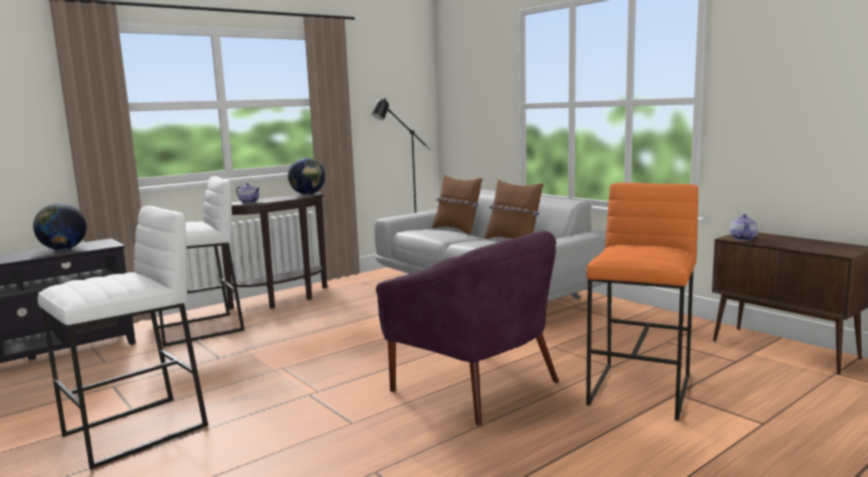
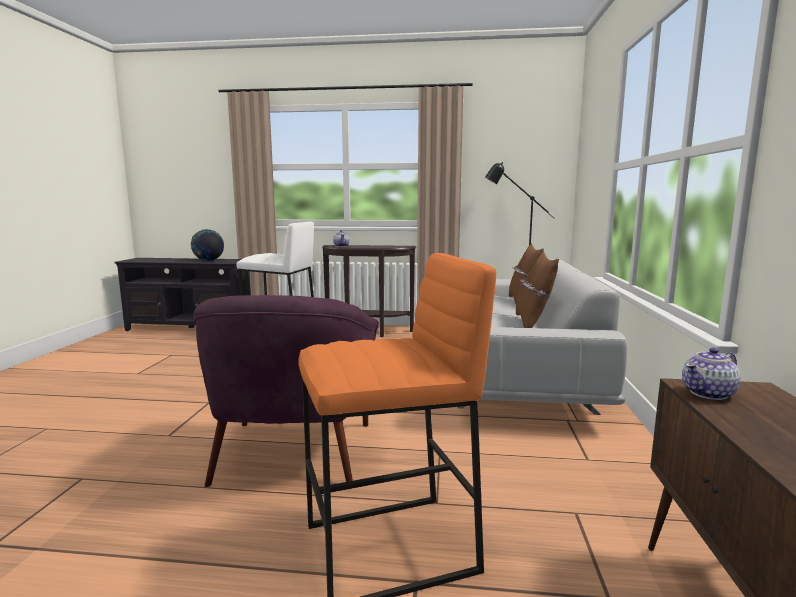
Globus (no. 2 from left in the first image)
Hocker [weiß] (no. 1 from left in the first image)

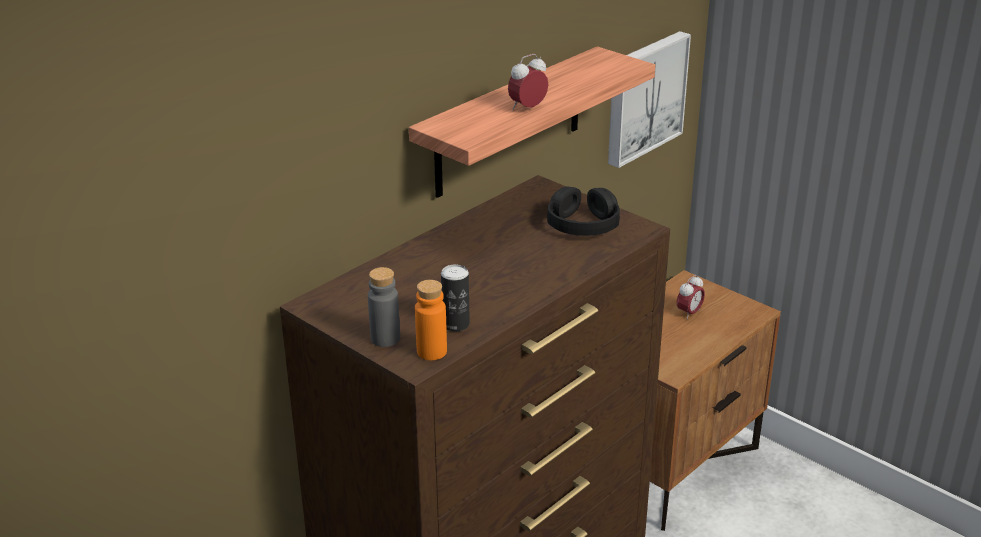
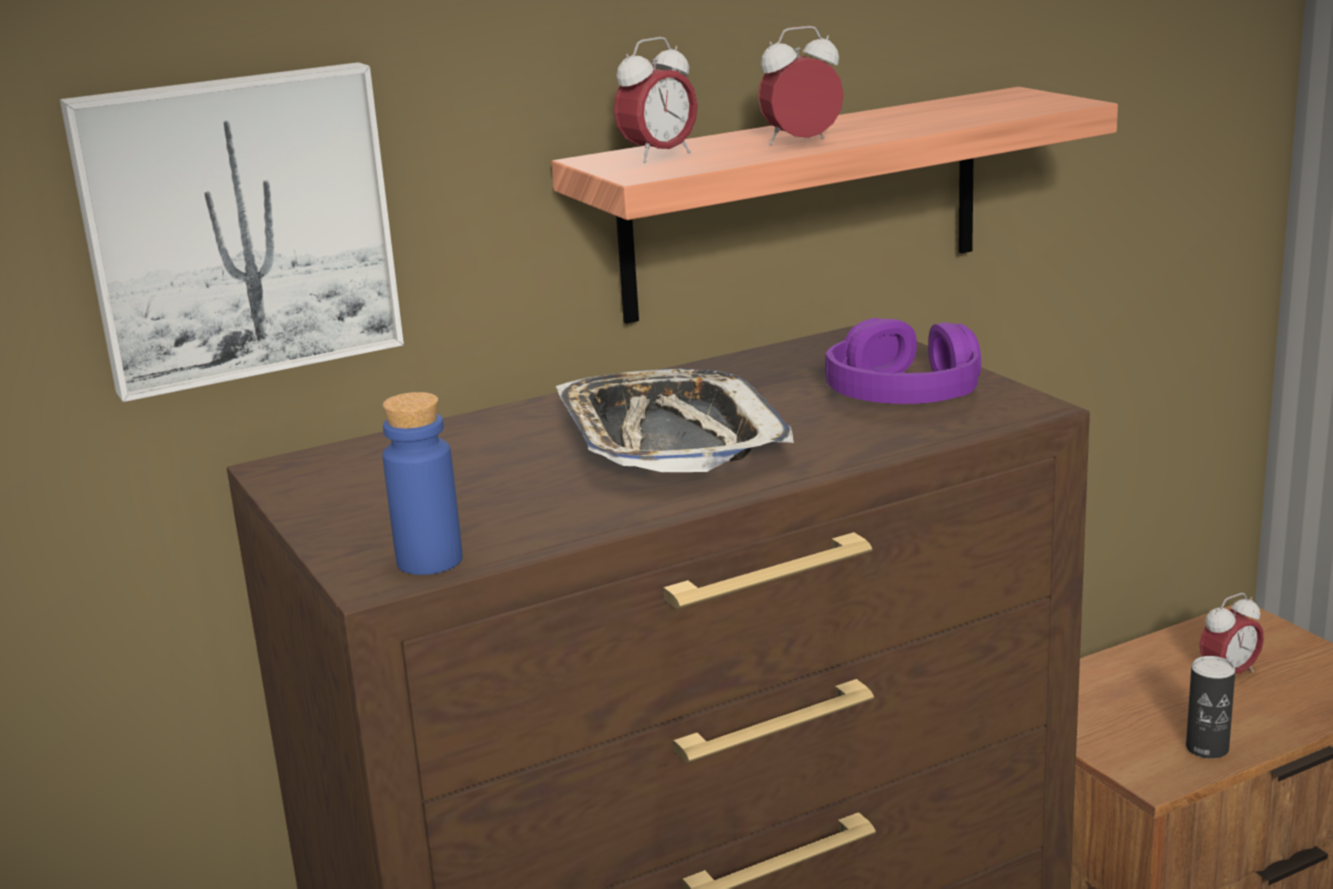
Bild
Kopfhörer [lila]
Dose
Flasche [grau]
Flasche [blau]
Wecker (no. 1 from left)
Tablett

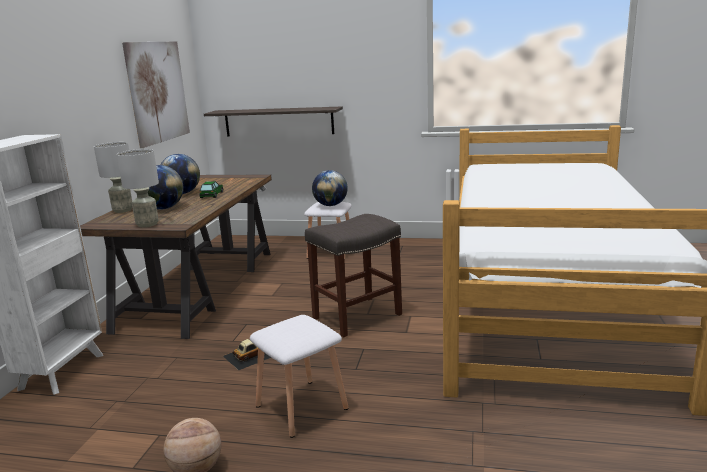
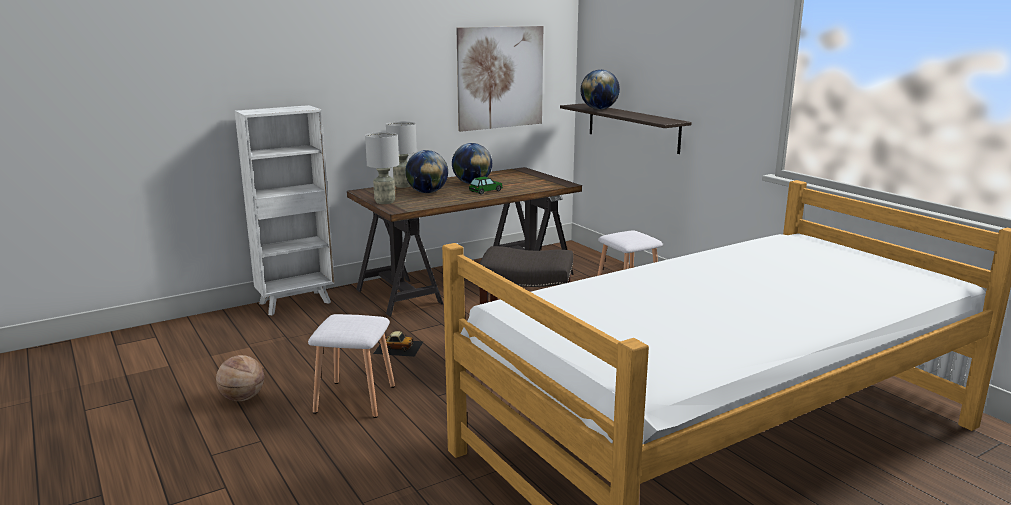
Globus (no. 3 from left)

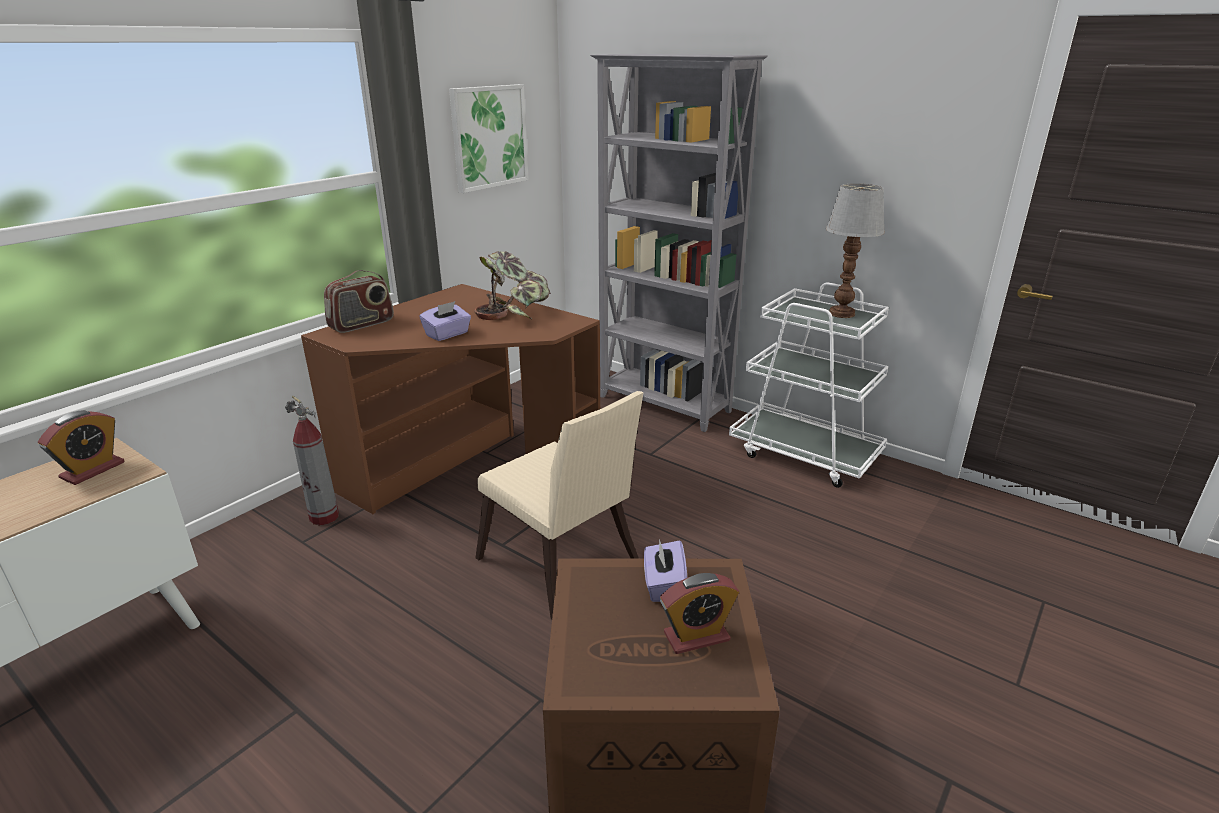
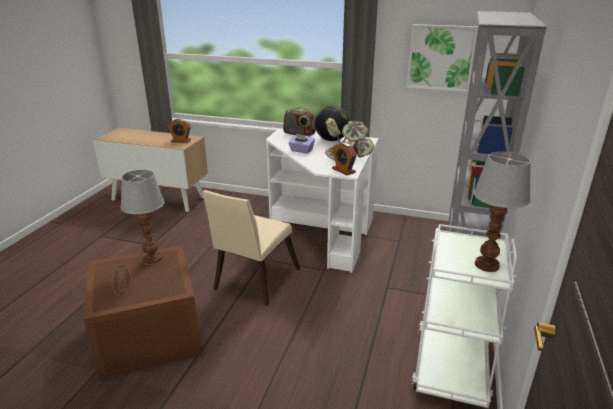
Schreibtisch [weiß]
Feuerlöscher
Taschentuchbox [lila] (no. 2 from left in the first image)
Wecker (no. 2 from left)
Globus
Tischlampe (no. 1 from left)

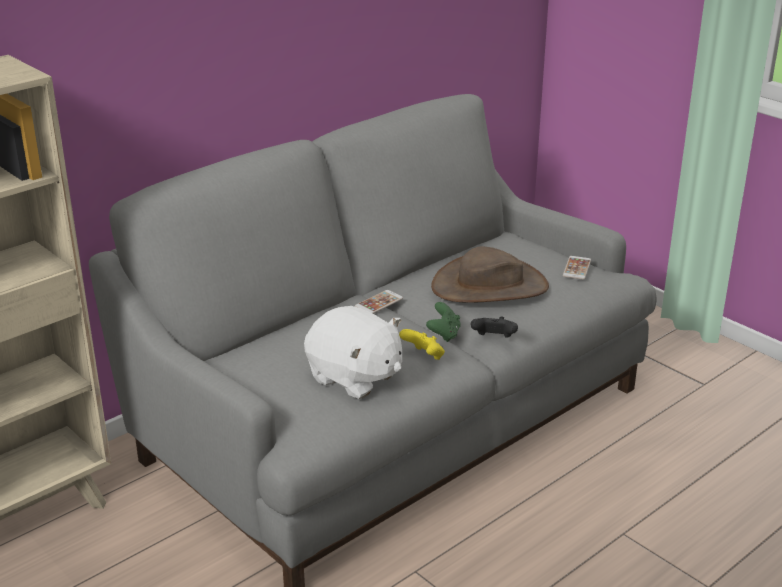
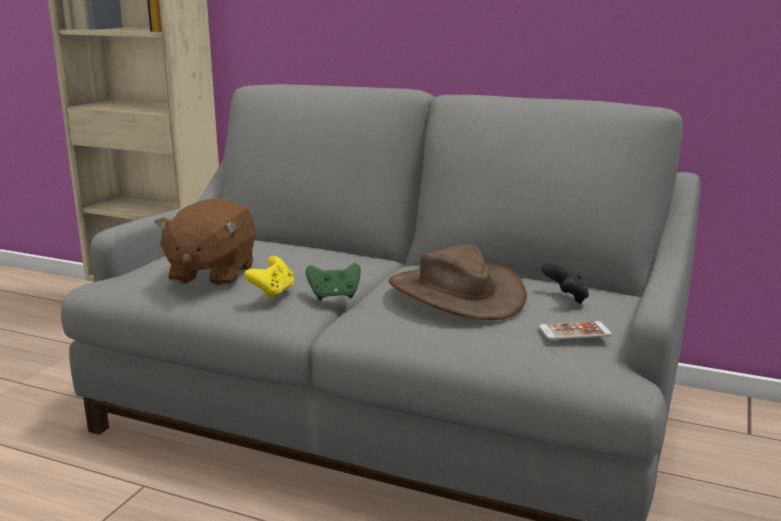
Handy (no. 1 from left in the first image)
Plüschtier [braun]
Gamepad [schwarz]

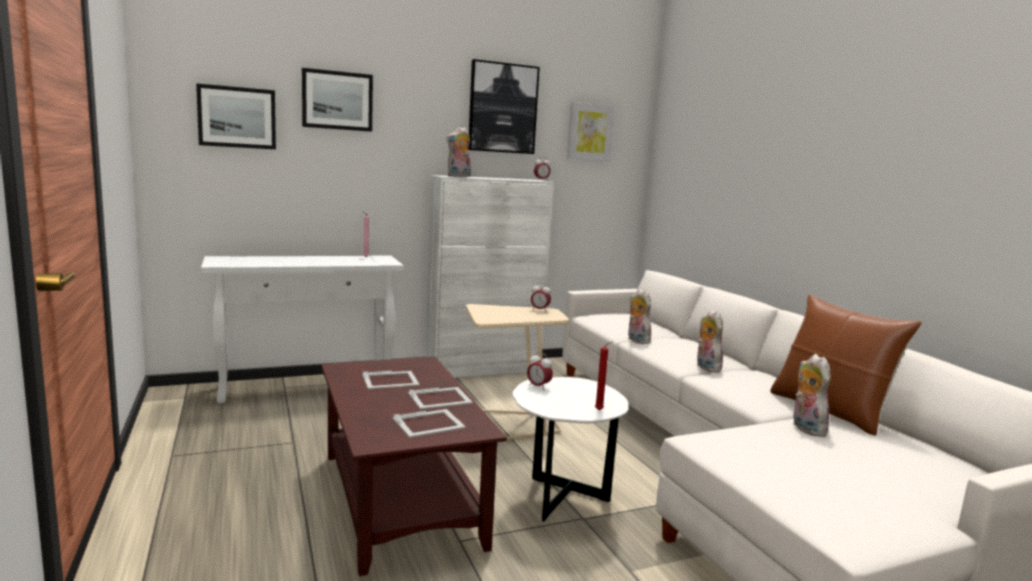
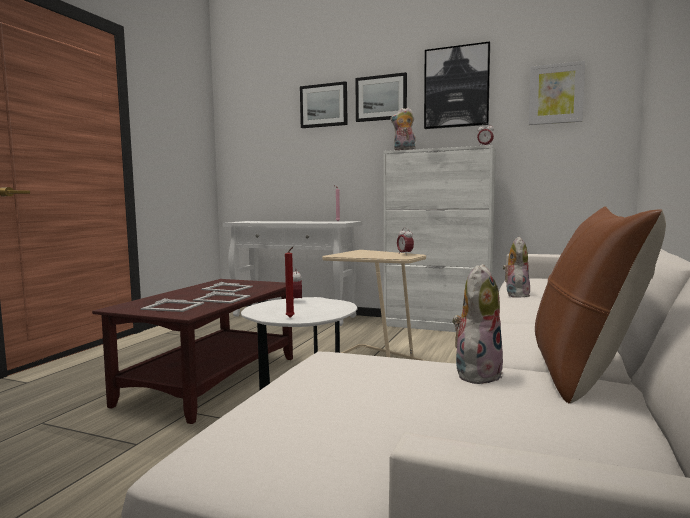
Bild (no. 2 from left)
Plüschtier (no. 3 from left in the first image)

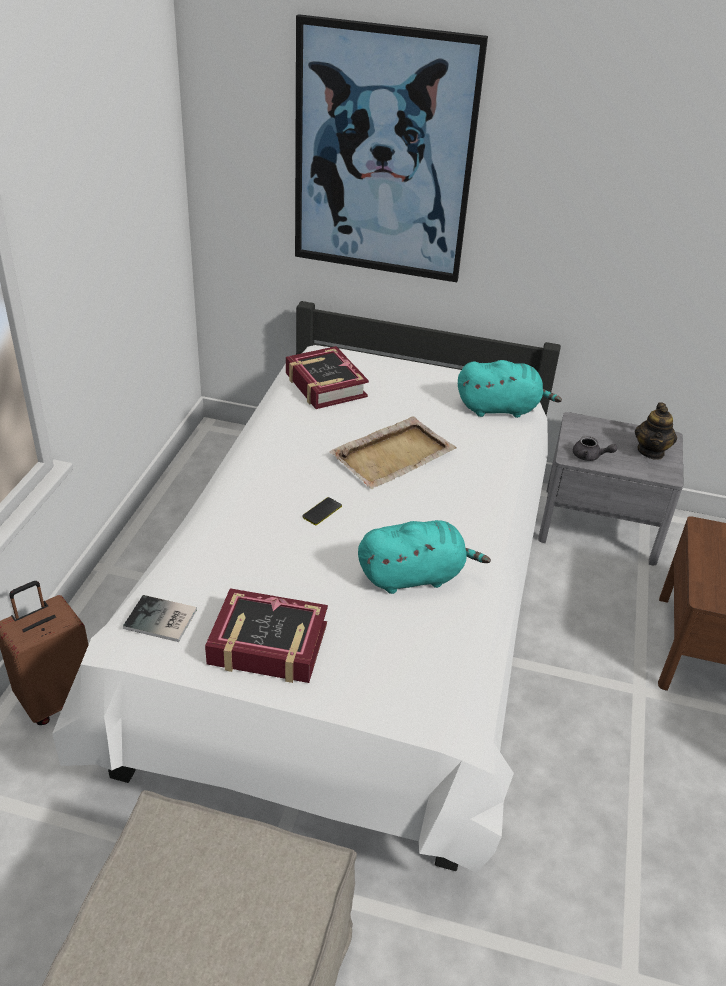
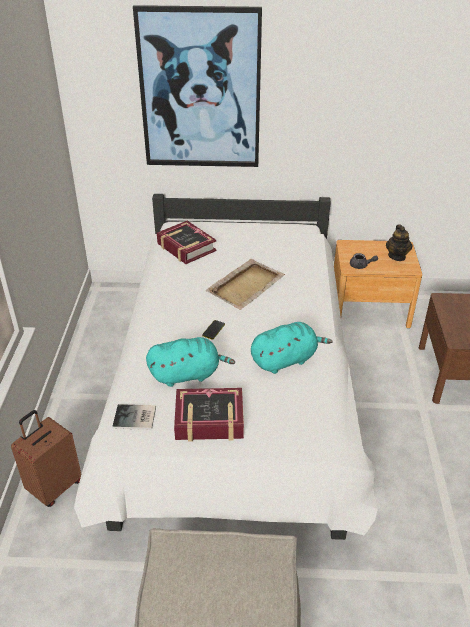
Plüschtier [türkis] (no. 1 from left)
Nachttisch [braun] (no. 1 from left)

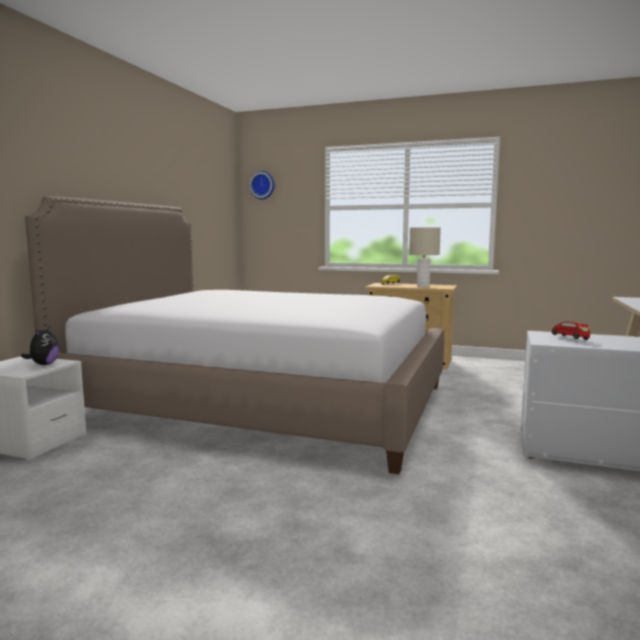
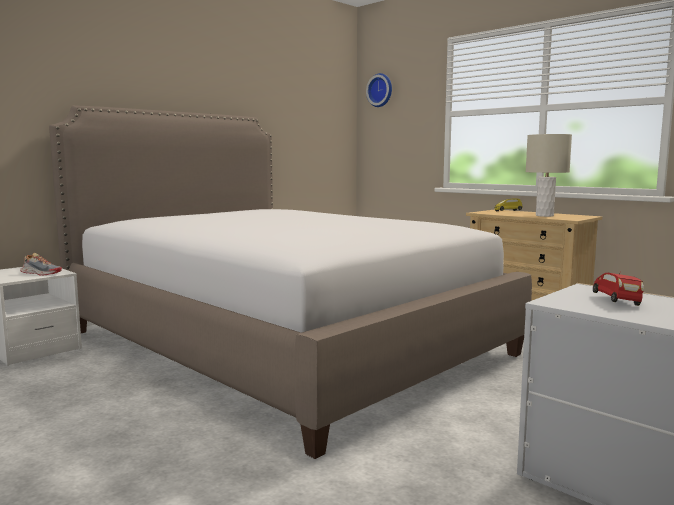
Schuh

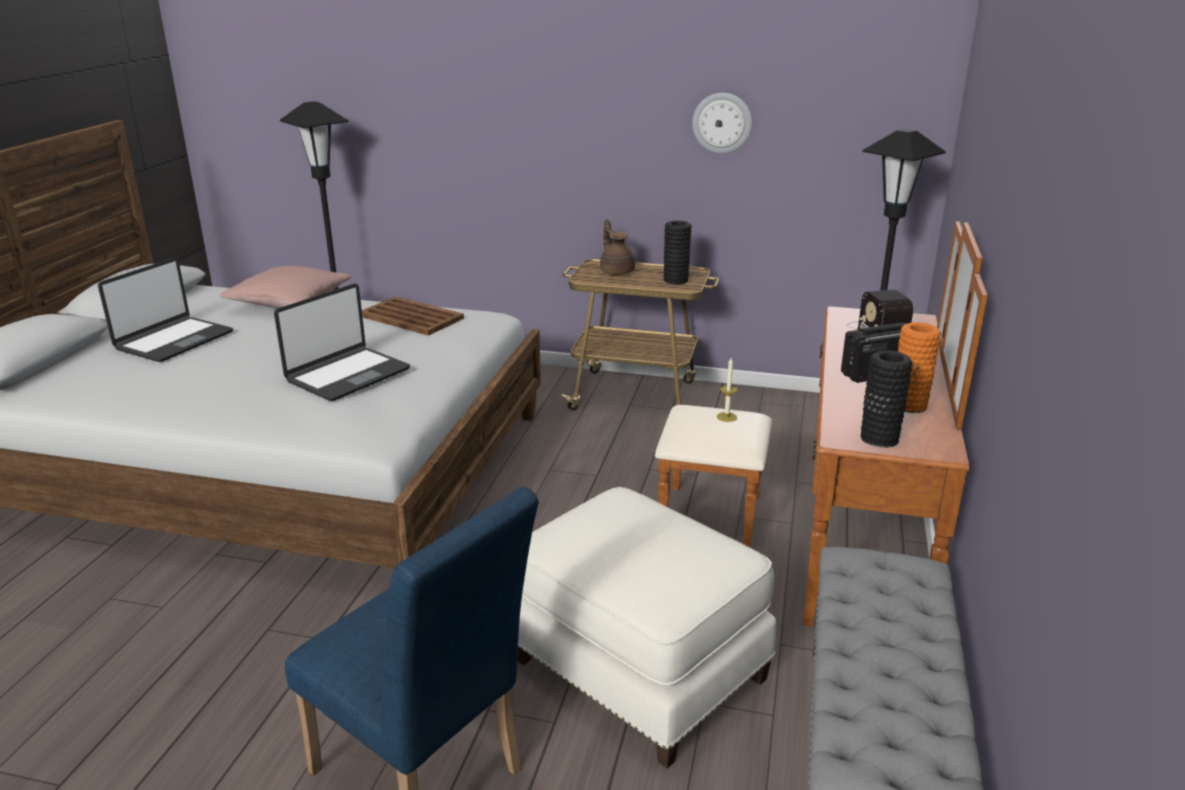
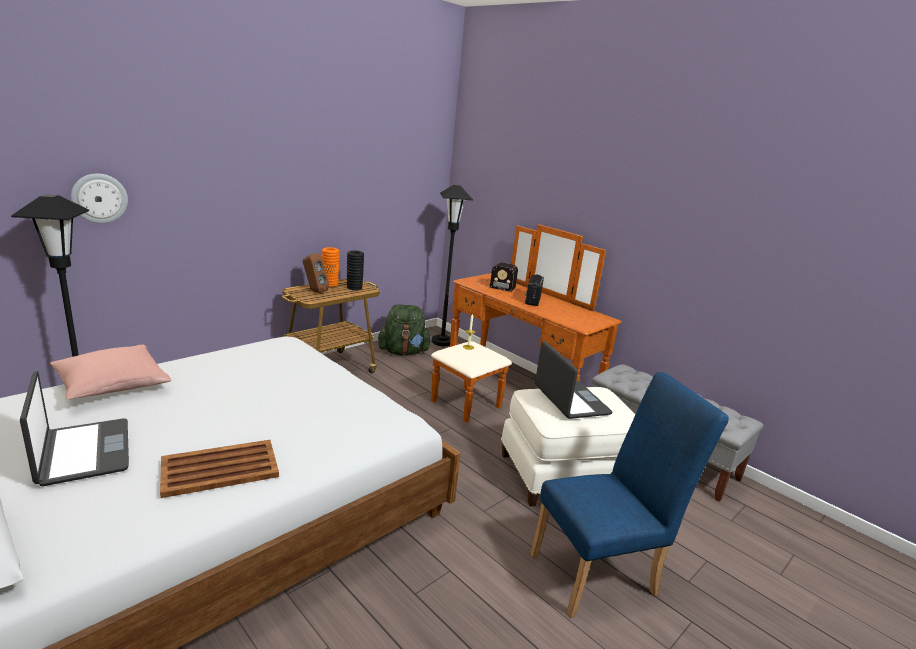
Wanduhr
Lautsprecher [braun]
Laptop (no. 2 from left)
Tablett [braun]
Vase [orange]
Vase [schwarz] (no. 2 from left in the first image)
Rucksack [grün]

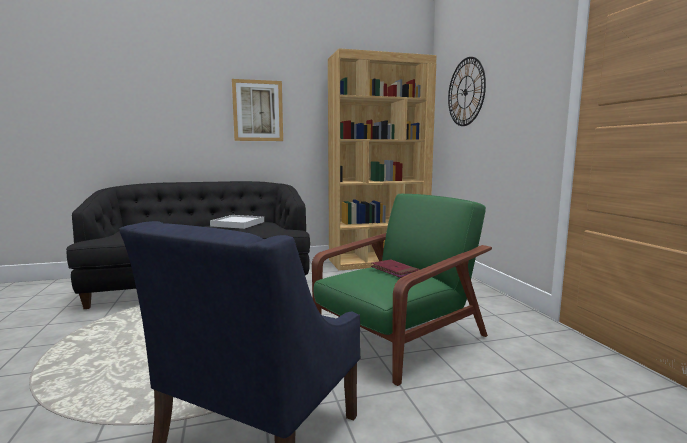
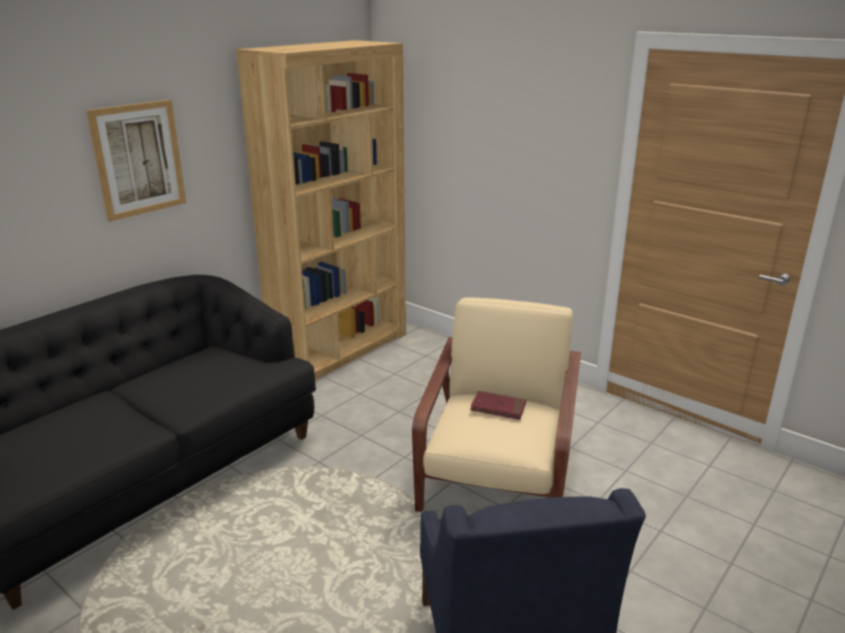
Wanduhr
Sessel [beige]
Tablett [weiß]

